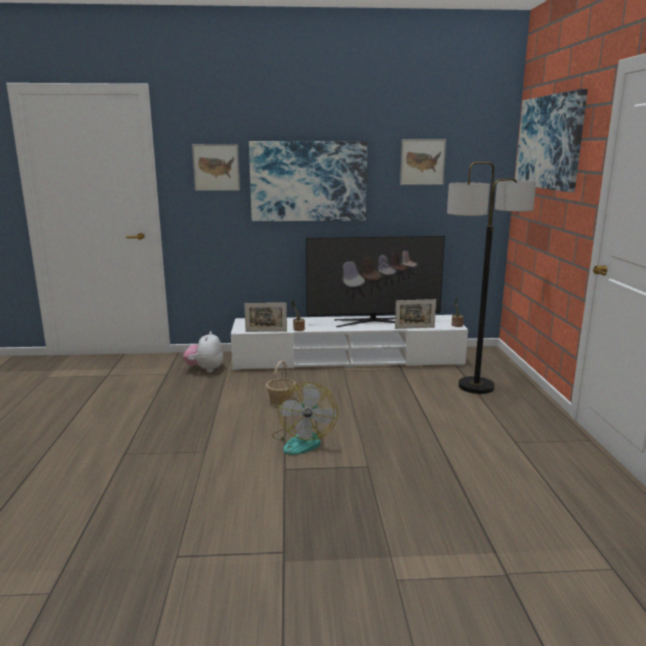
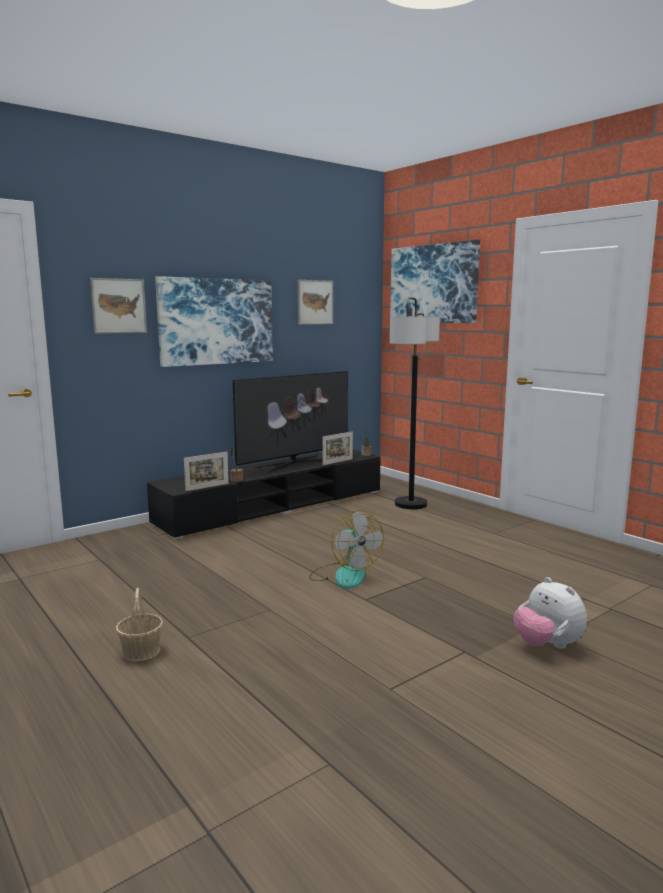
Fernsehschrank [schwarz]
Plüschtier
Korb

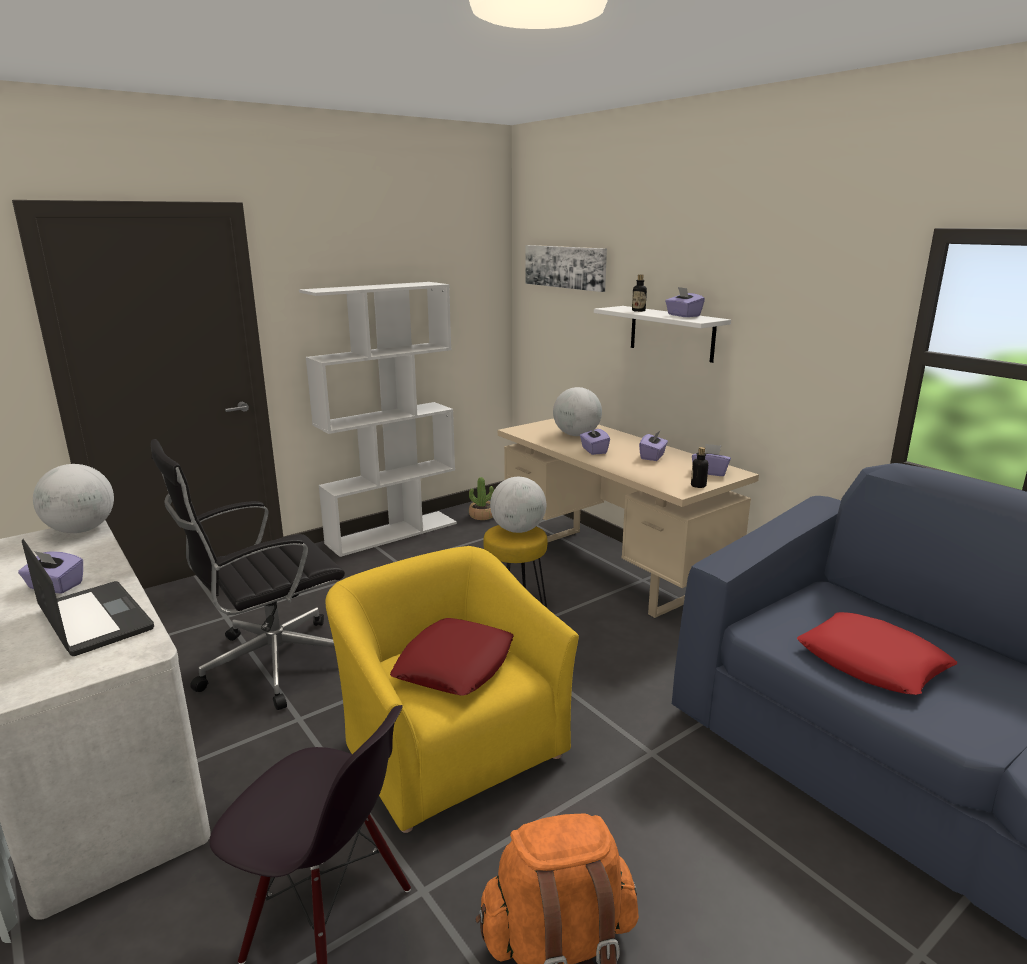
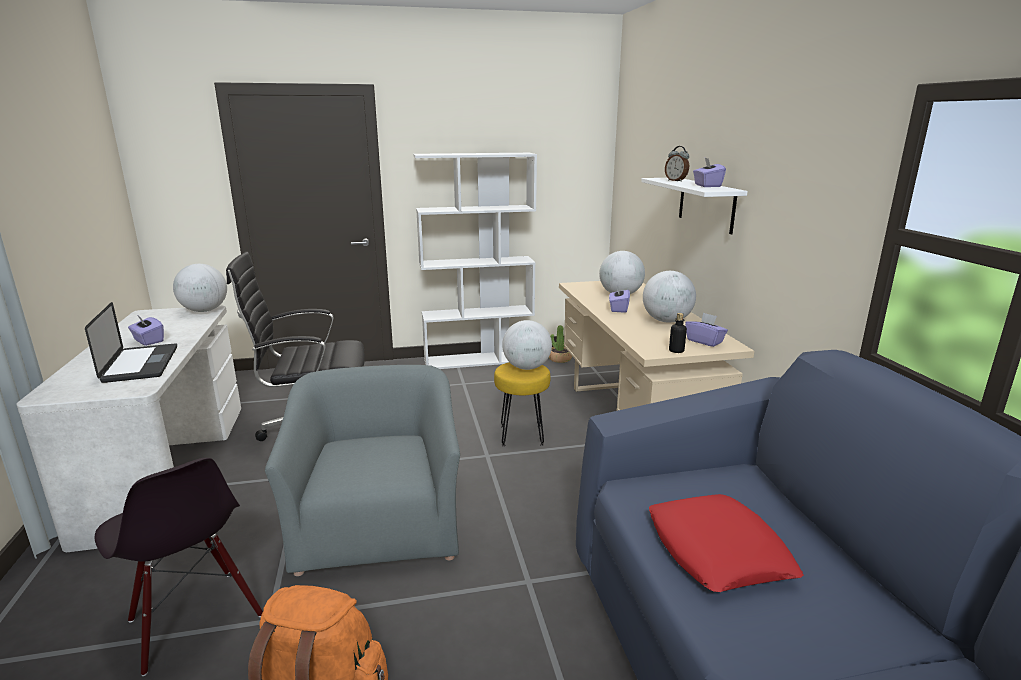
Bild
Wecker
Globus (no. 4 from left)
Sessel [grau]
Kissen [rot] (no. 1 from left in the first image)

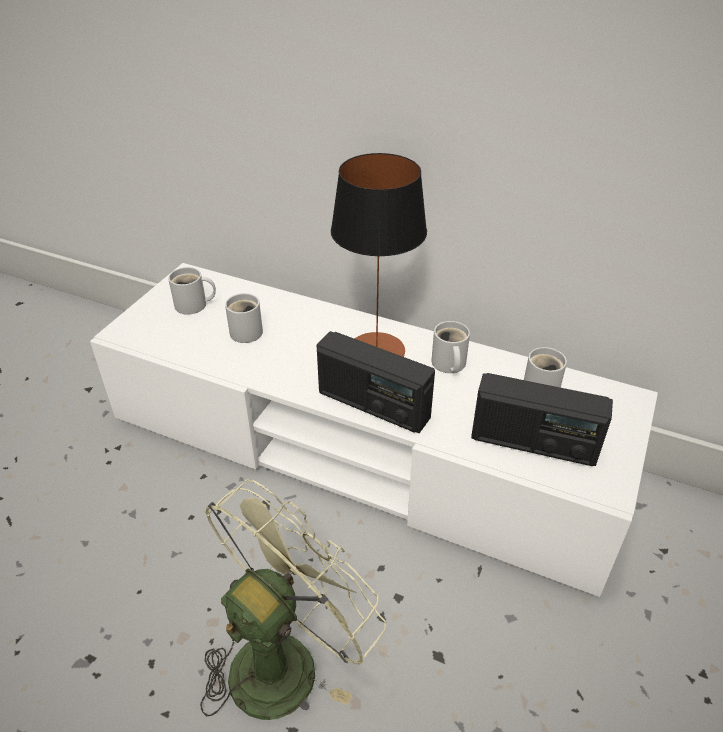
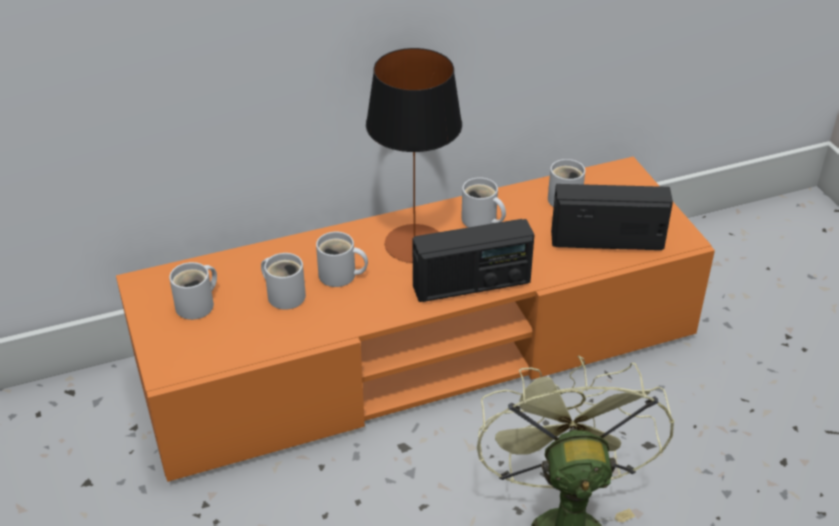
Fernsehschrank [orange]
Radio (no. 2 from left)
Henkelbecher [weiß] (no. 3 from left)

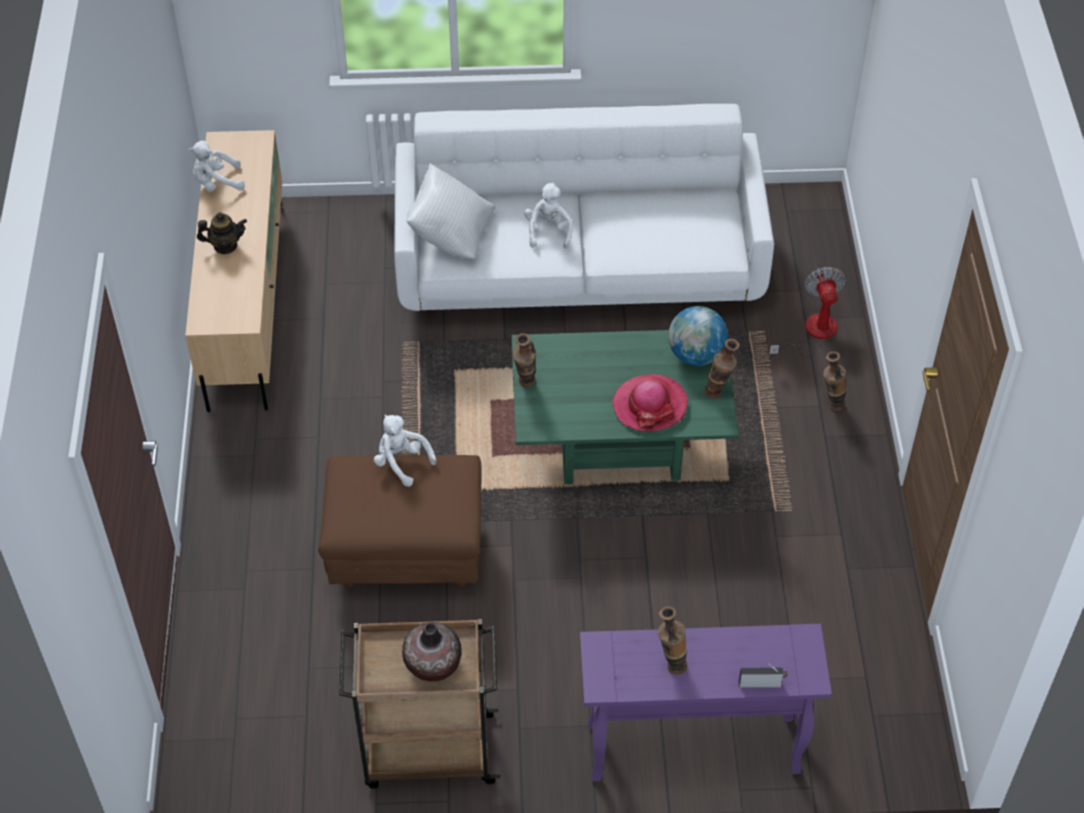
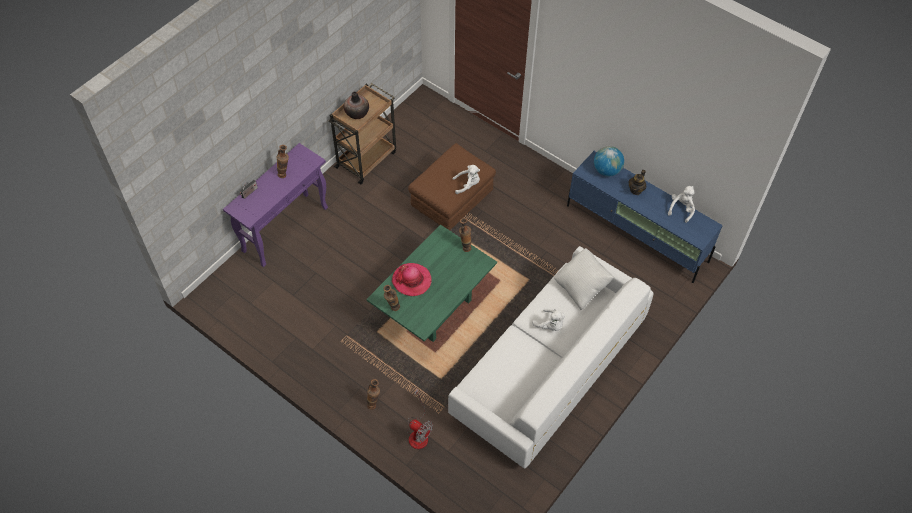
Fernsehschrank [blau]
Globus

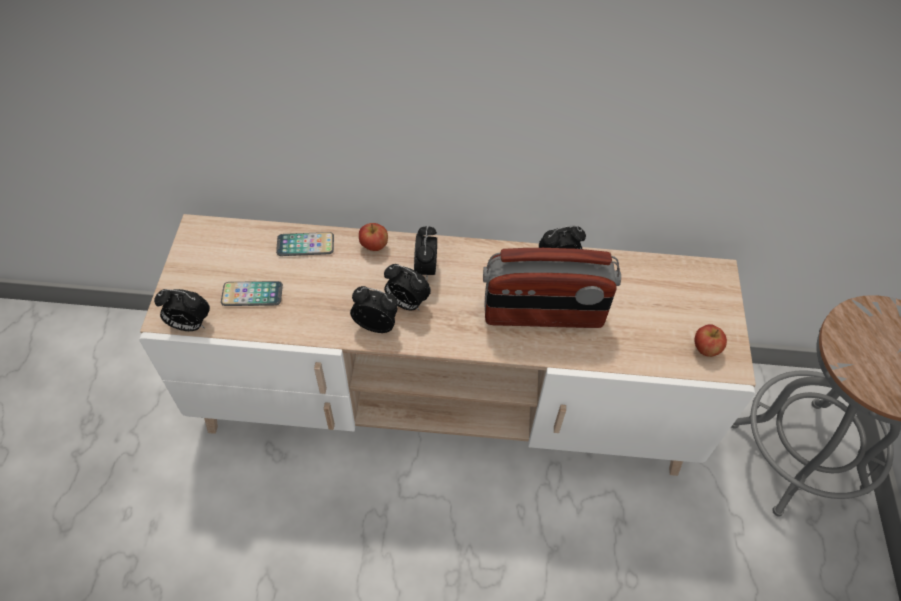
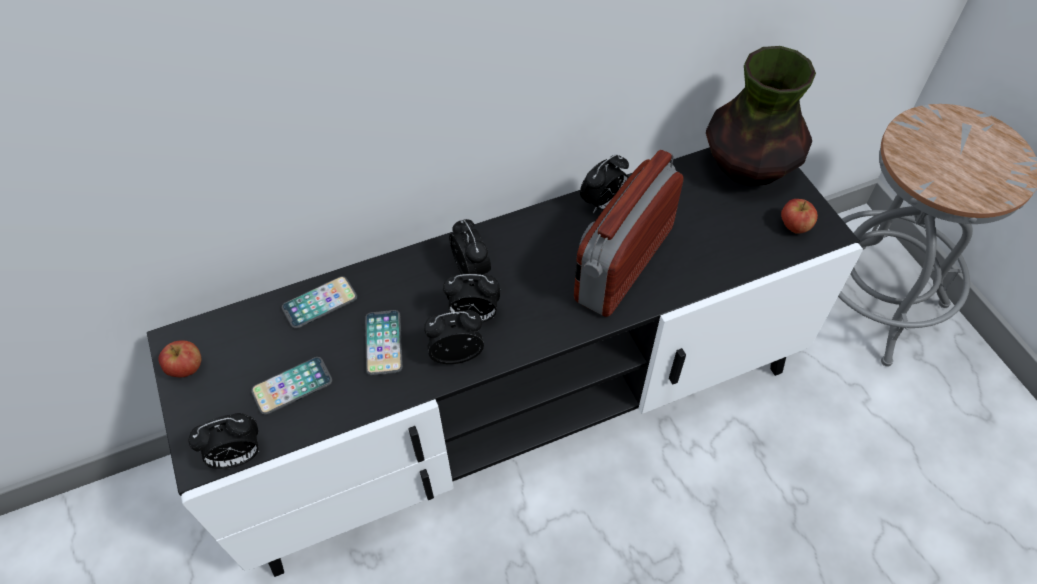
Fernsehschrank [schwarz]
Apfel (no. 1 from left)
Radio
Vase
Handy (no. 3 from left)

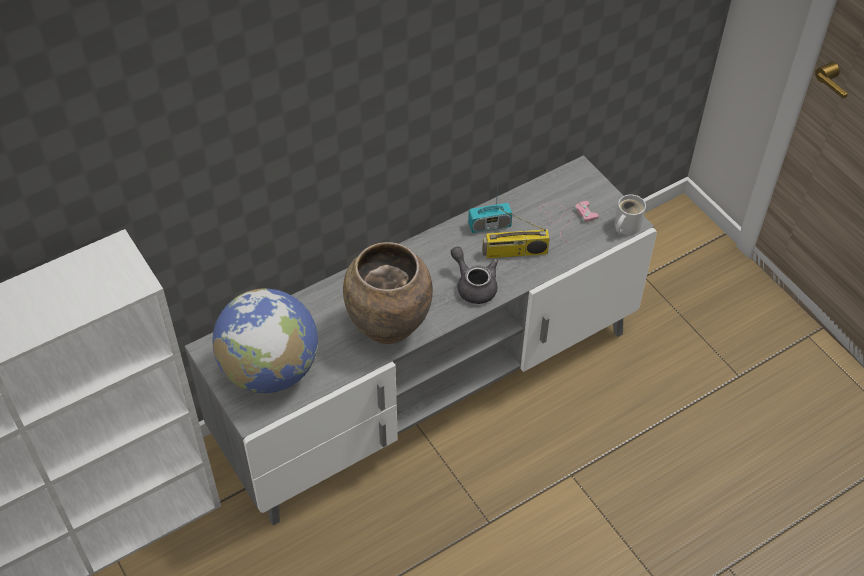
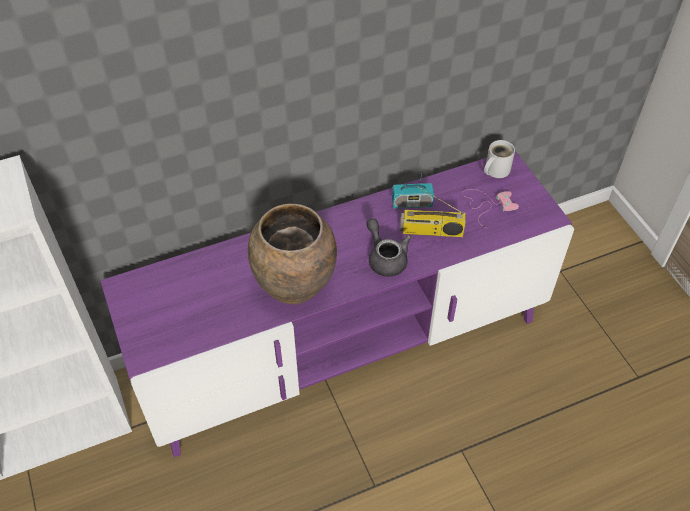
Fernsehschrank [lila]
Henkelbecher [weiß]
Globus

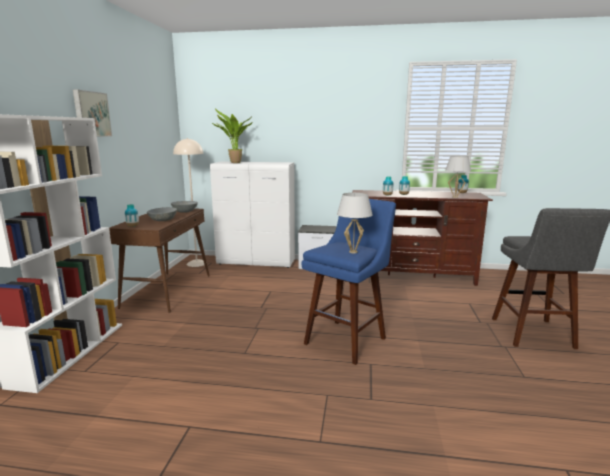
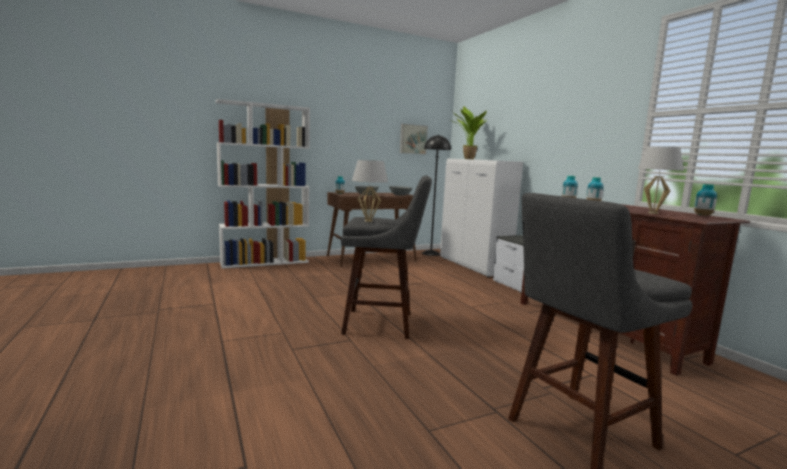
Bild
Stehlampe [schwarz]
Hocker [grau] (no. 1 from left)

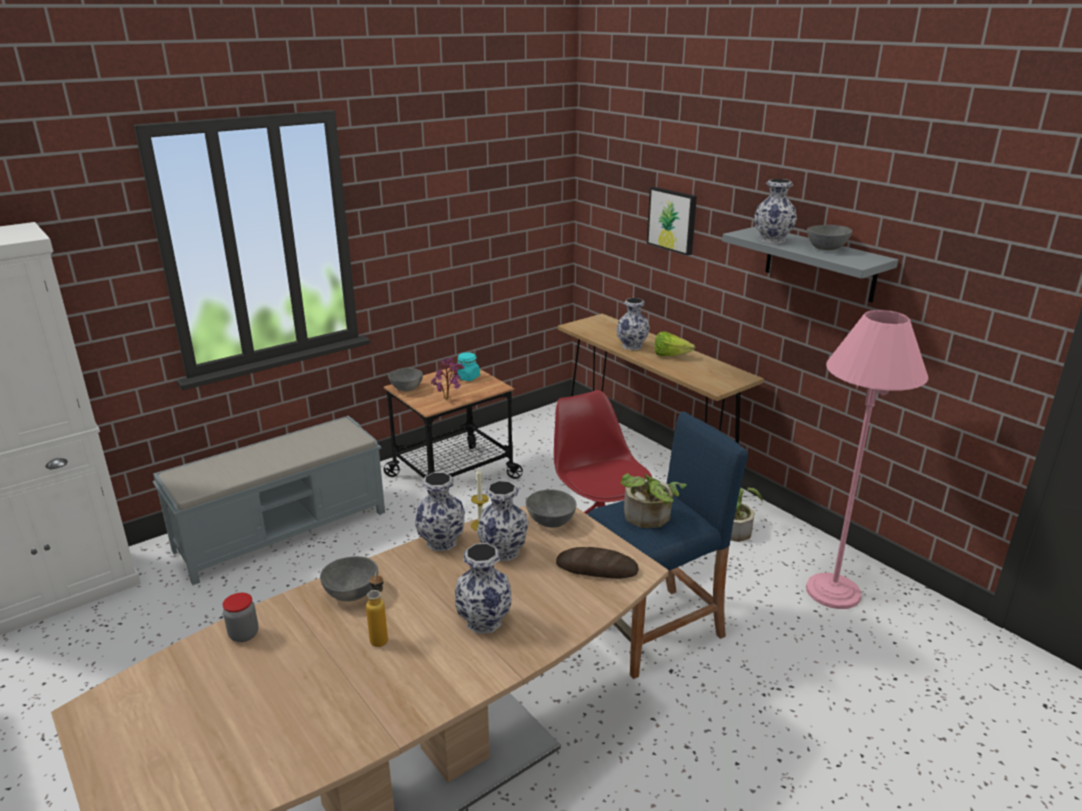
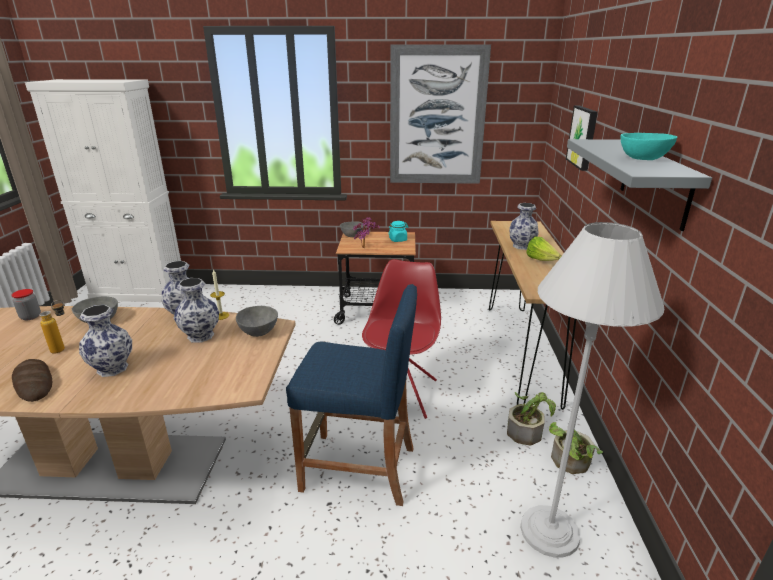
Vase (no. 5 from left in the first image)
Schüssel [türkis]
Stehlampe [weiß]
Bank [grau]
Topfpflanze (no. 3 from left)
Brot
Bild (no. 1 from left)

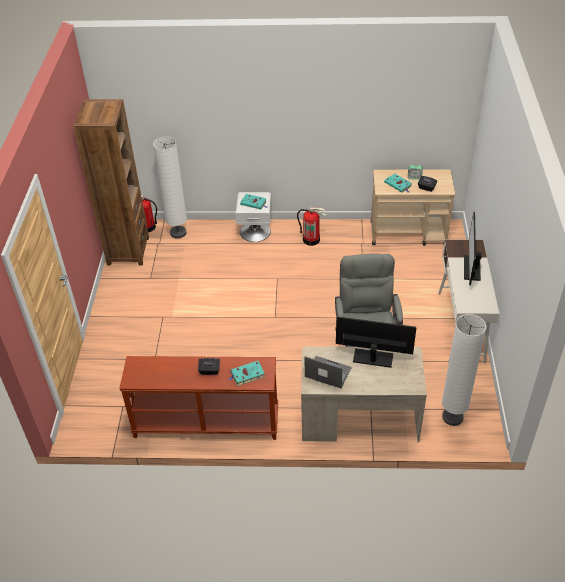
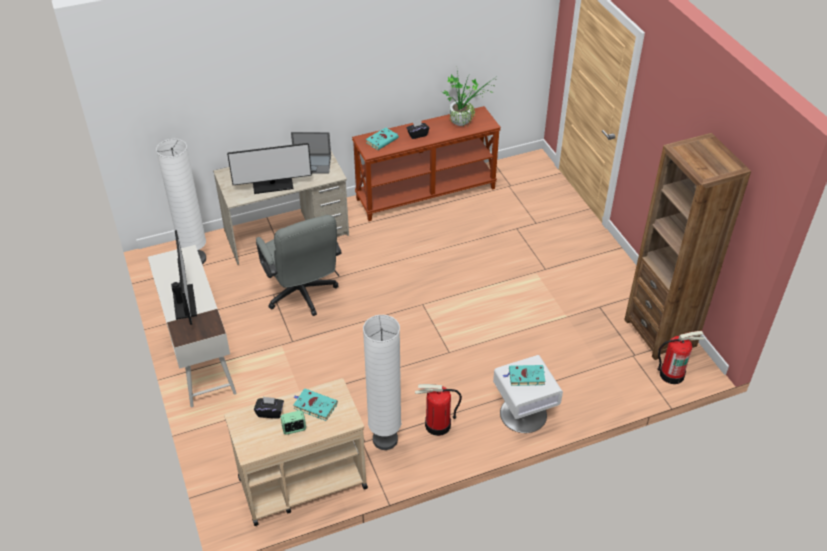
Stehlampe [weiß] (no. 2 from left)
Topfpflanze

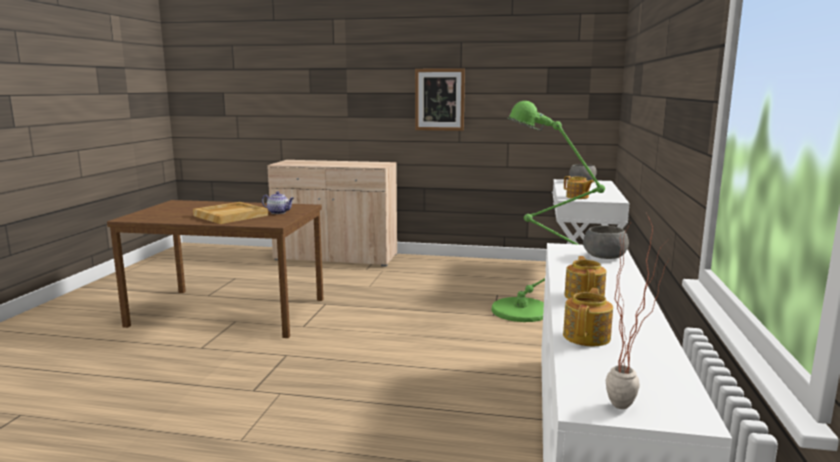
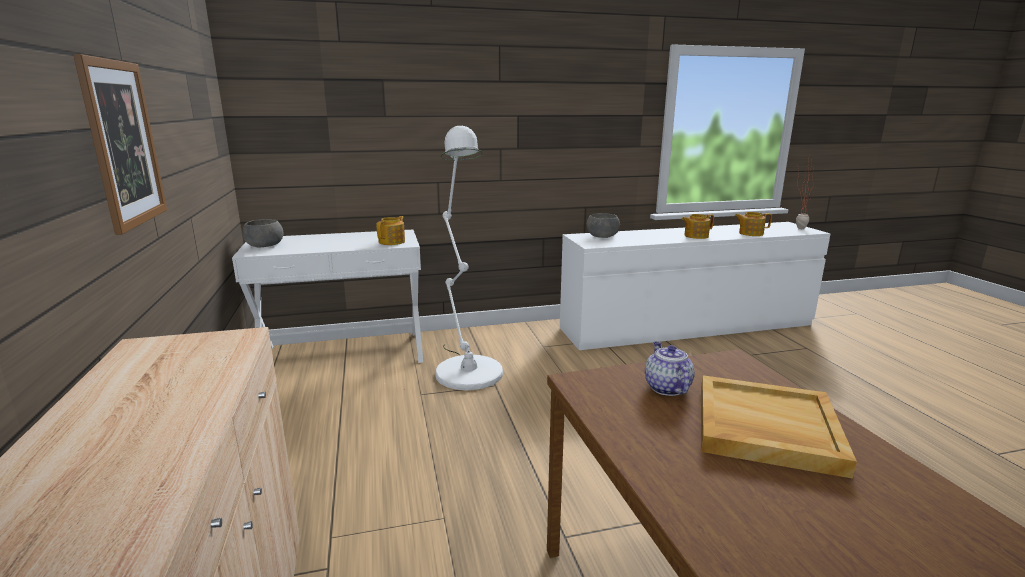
Stehlampe [weiß]

